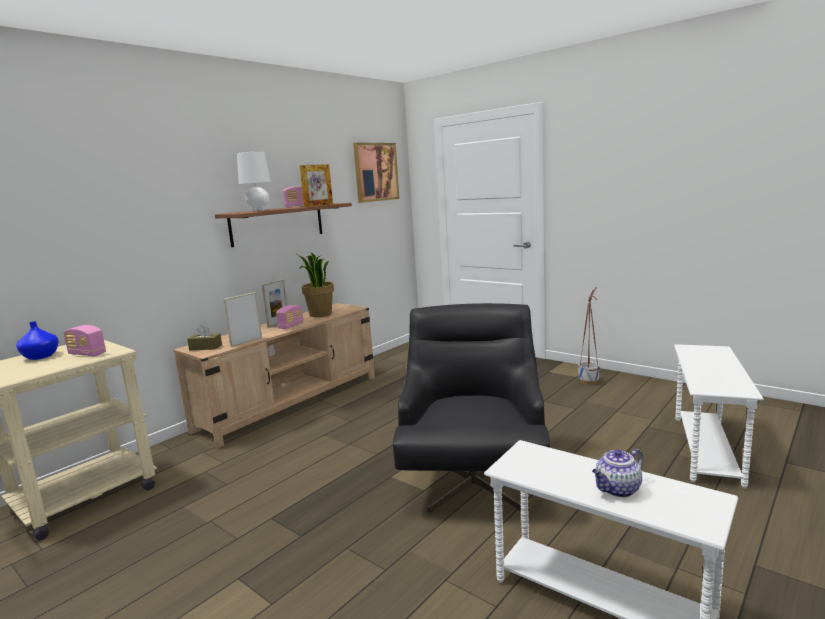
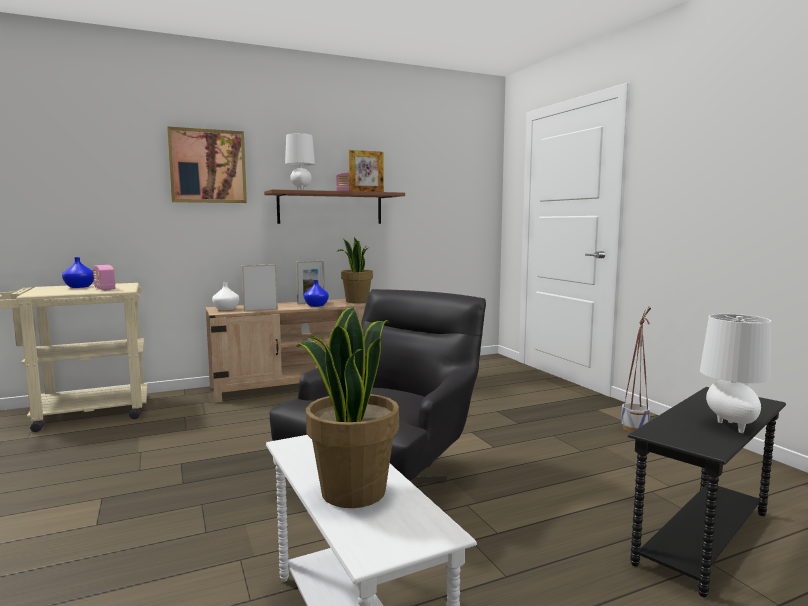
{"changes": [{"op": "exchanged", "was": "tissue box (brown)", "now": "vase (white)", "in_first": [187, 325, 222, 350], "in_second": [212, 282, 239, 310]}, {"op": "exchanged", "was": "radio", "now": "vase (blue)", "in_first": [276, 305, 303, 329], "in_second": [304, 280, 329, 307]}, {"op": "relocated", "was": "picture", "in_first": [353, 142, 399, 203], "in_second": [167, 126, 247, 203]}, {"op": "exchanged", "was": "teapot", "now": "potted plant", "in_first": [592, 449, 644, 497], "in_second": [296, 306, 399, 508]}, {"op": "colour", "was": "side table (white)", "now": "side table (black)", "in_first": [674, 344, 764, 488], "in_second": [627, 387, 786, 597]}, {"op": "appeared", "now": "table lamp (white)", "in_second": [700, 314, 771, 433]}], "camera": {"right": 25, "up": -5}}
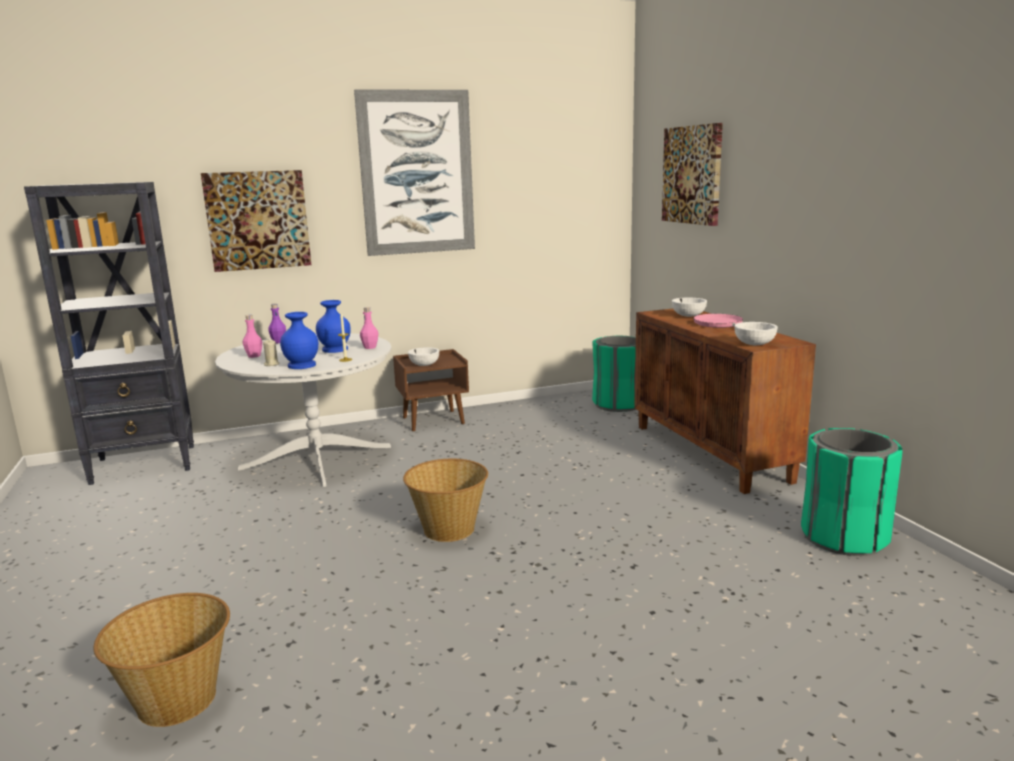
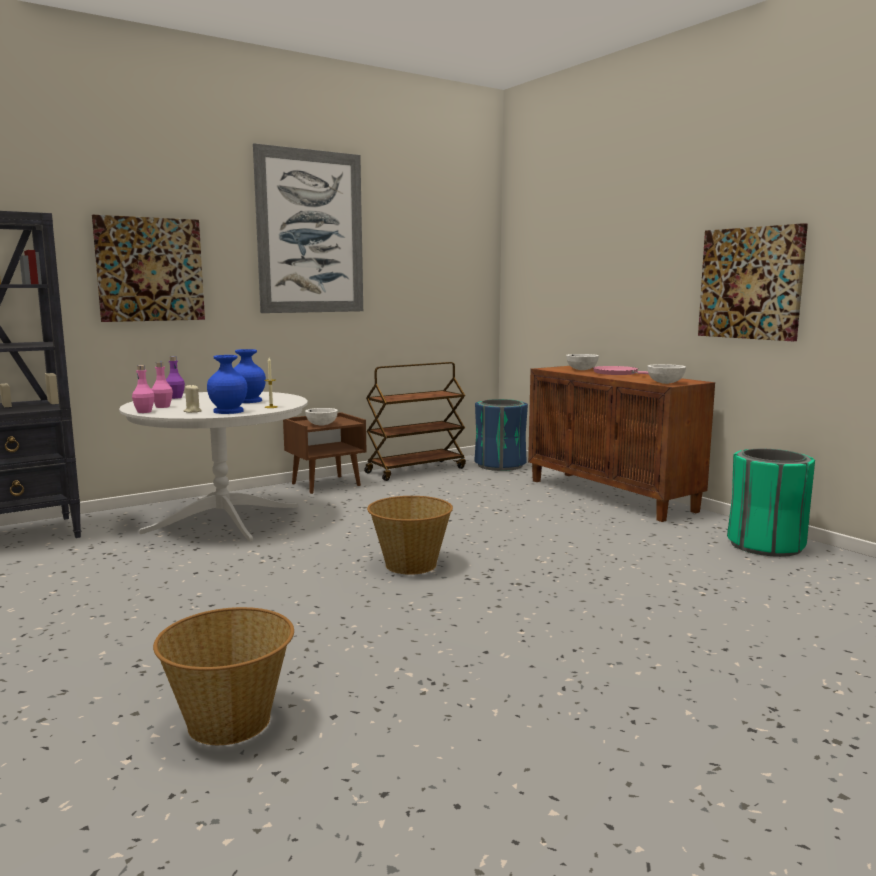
{"changes": [{"op": "relocated", "was": "bottle (pink)", "in_first": [360, 307, 378, 349], "in_second": [132, 365, 154, 413]}, {"op": "colour", "was": "trash can (green)", "now": "trash can (blue)", "in_first": [592, 336, 637, 412], "in_second": [474, 399, 528, 471]}, {"op": "relocated", "was": "picture", "in_first": [662, 123, 723, 226], "in_second": [698, 223, 808, 341]}, {"op": "appeared", "now": "cart (brown)", "in_second": [364, 362, 466, 481]}], "camera": {"right": -15, "up": -5}}
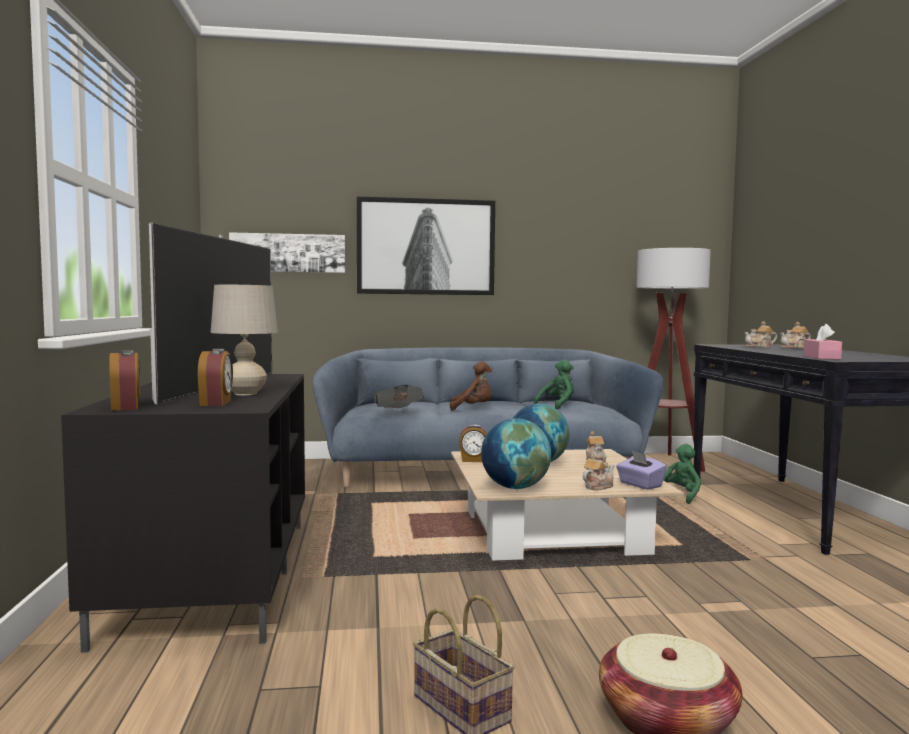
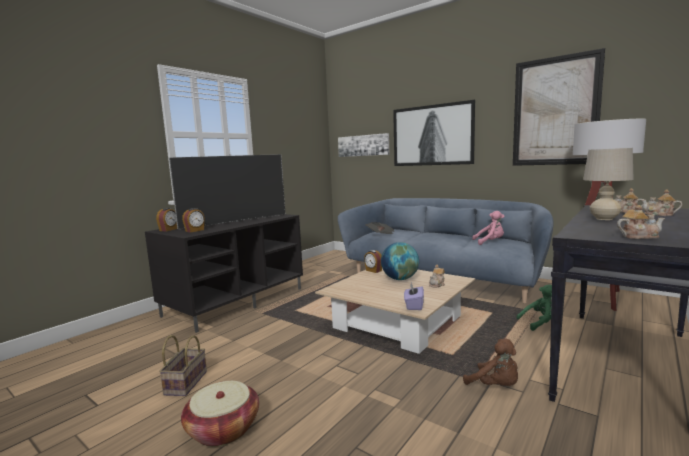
{"changes": [{"op": "relocated", "was": "table lamp (beige)", "in_first": [210, 285, 278, 395], "in_second": [583, 148, 634, 220]}, {"op": "relocated", "was": "plush toy (brown)", "in_first": [450, 361, 492, 411], "in_second": [463, 338, 518, 386]}, {"op": "missing", "was": "globe", "in_first": [481, 418, 551, 489]}, {"op": "colour", "was": "plush toy (green)", "now": "plush toy (pink)", "in_first": [534, 360, 574, 409], "in_second": [472, 211, 505, 245]}, {"op": "relocated", "was": "teapot", "in_first": [583, 454, 615, 490], "in_second": [617, 205, 665, 239]}, {"op": "missing", "was": "tissue box (pink)", "in_first": [804, 324, 842, 359]}, {"op": "appeared", "now": "picture", "in_second": [513, 48, 605, 166]}], "camera": {"right": 45, "up": 5}}
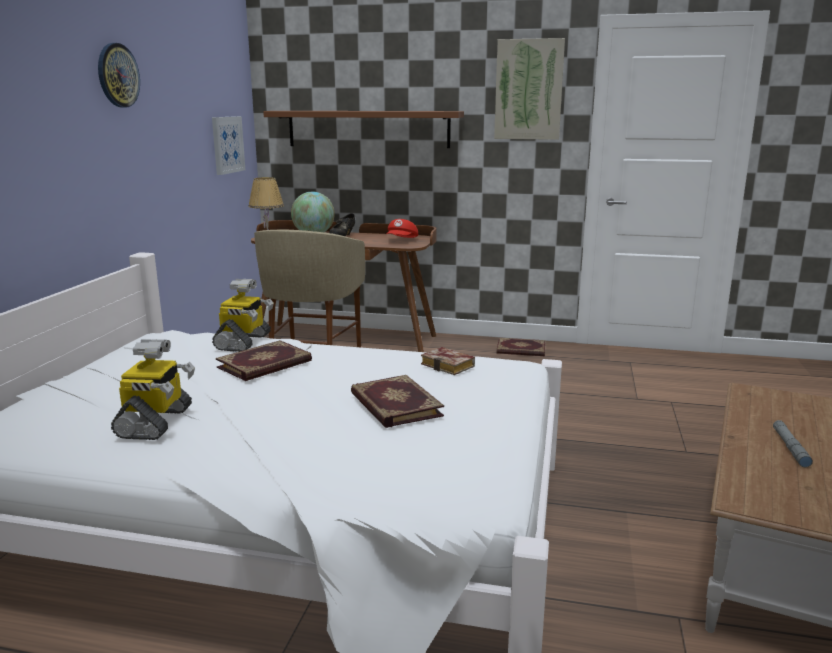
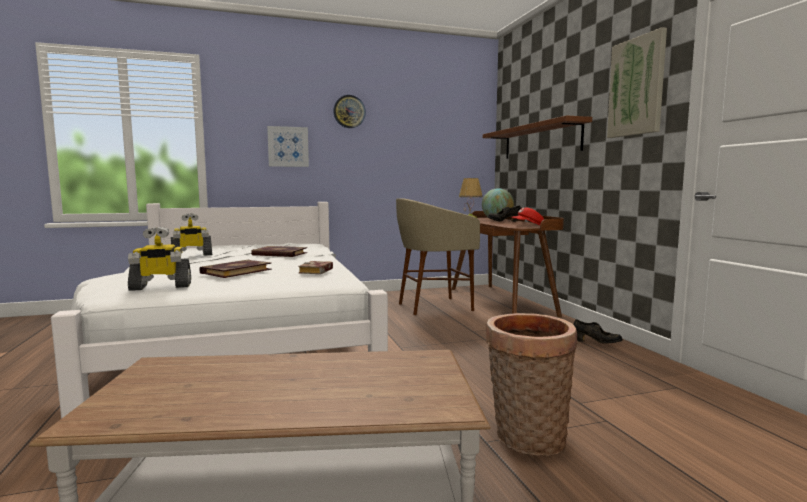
{"changes": [{"op": "relocated", "was": "picture", "in_first": [212, 116, 245, 175], "in_second": [267, 126, 309, 167]}, {"op": "relocated", "was": "toy robot", "in_first": [212, 279, 274, 352], "in_second": [128, 227, 191, 291]}, {"op": "exchanged", "was": "book", "now": "shoe (black)", "in_first": [497, 338, 545, 356], "in_second": [573, 319, 623, 344]}, {"op": "missing", "was": "flashlight (grey)", "in_first": [773, 420, 813, 467]}, {"op": "appeared", "now": "basket", "in_second": [486, 313, 577, 456]}], "camera": {"right": 60, "up": -10}}
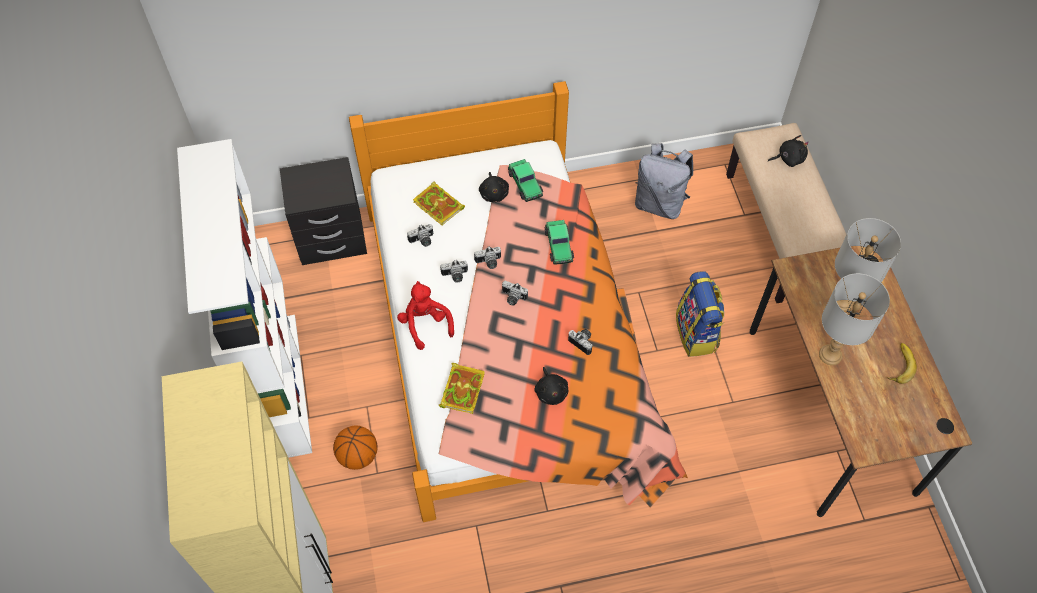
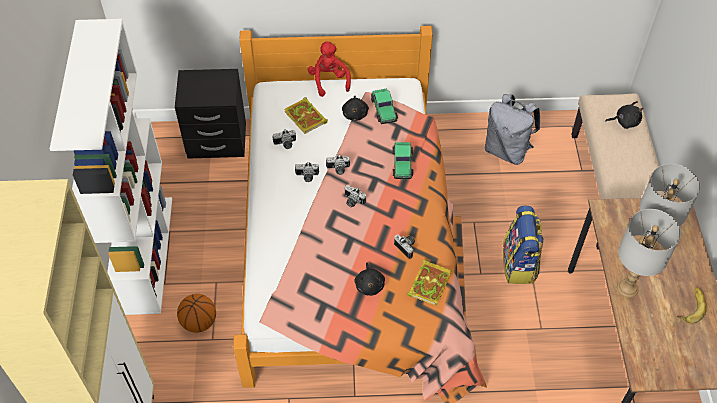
{"changes": [{"op": "relocated", "was": "plush toy (red)", "in_first": [397, 281, 454, 350], "in_second": [308, 42, 351, 97]}, {"op": "relocated", "was": "book", "in_first": [439, 363, 485, 414], "in_second": [407, 259, 452, 306]}], "camera": {"right": 10, "up": -5}}
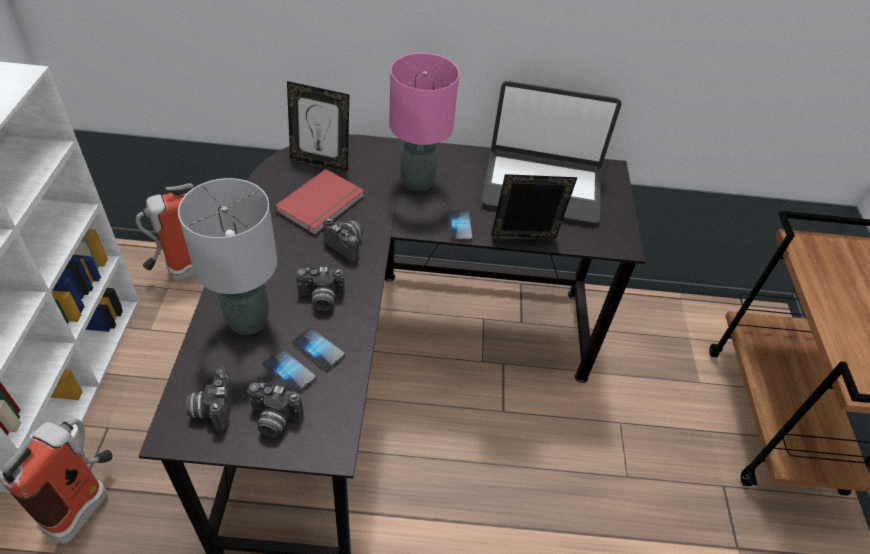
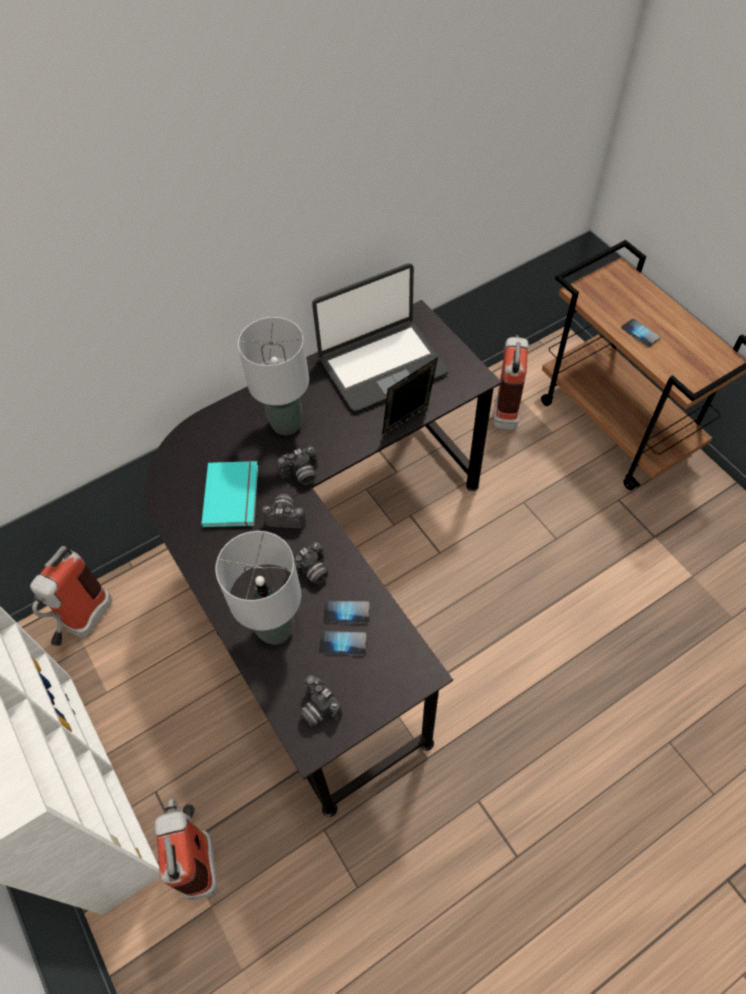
{"changes": [{"op": "relocated", "was": "photo camera", "in_first": [247, 383, 304, 437], "in_second": [277, 446, 318, 485]}, {"op": "colour", "was": "book (red)", "now": "book (turquoise)", "in_first": [275, 169, 364, 235], "in_second": [201, 461, 258, 527]}, {"op": "missing", "was": "picture frame", "in_first": [287, 81, 349, 171]}, {"op": "colour", "was": "table lamp (pink)", "now": "table lamp (grey)", "in_first": [389, 53, 459, 191], "in_second": [238, 317, 309, 435]}, {"op": "relocated", "was": "phone", "in_first": [448, 210, 472, 240], "in_second": [621, 319, 660, 347]}, {"op": "appeared", "now": "fire extinguisher", "in_second": [494, 335, 529, 430]}], "camera": {"right": -30, "up": 10}}
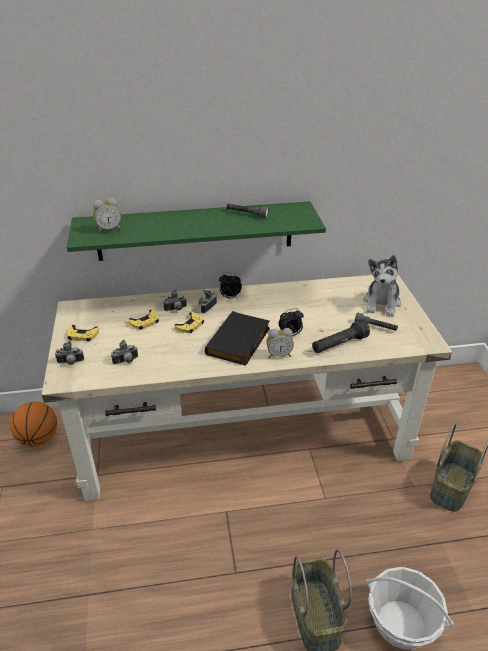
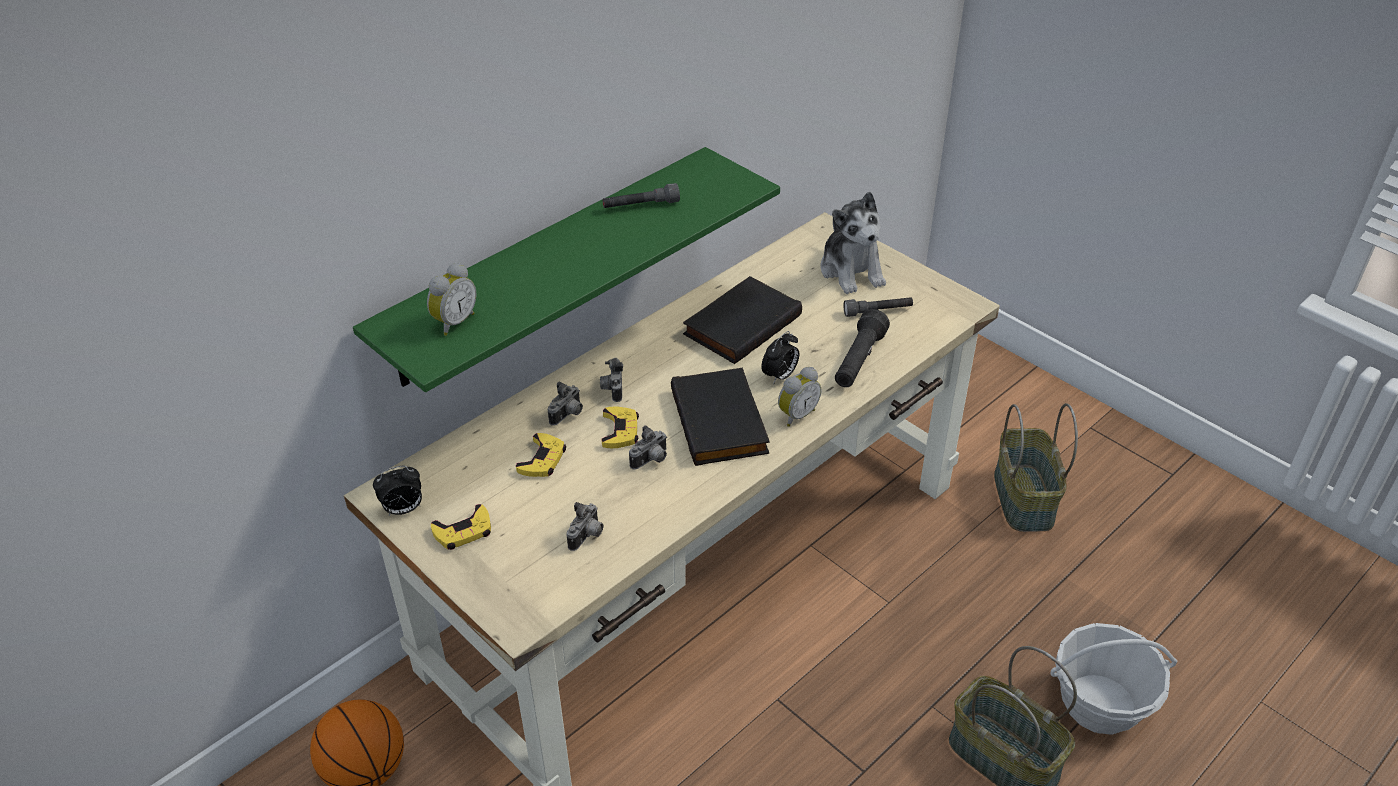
{"changes": [{"op": "relocated", "was": "photo camera", "in_first": [55, 341, 84, 365], "in_second": [629, 425, 667, 470]}, {"op": "relocated", "was": "alarm clock", "in_first": [219, 272, 242, 299], "in_second": [373, 466, 422, 515]}, {"op": "appeared", "now": "book (black)", "in_second": [683, 276, 802, 364]}], "camera": {"right": -35, "up": 5}}
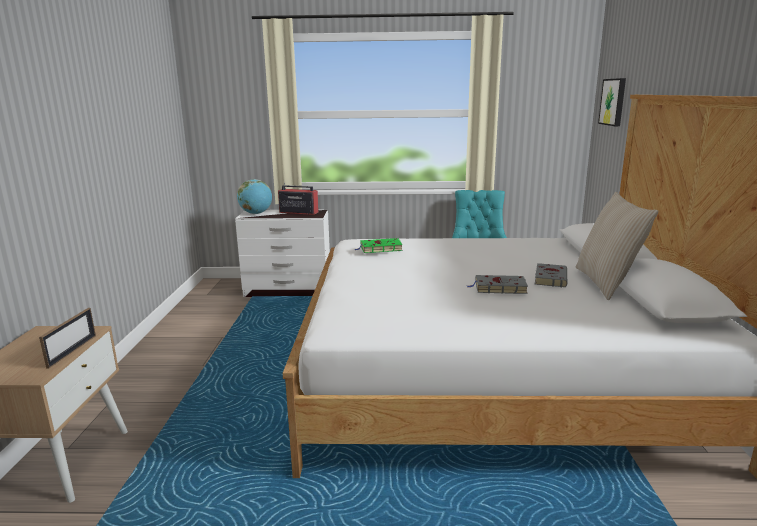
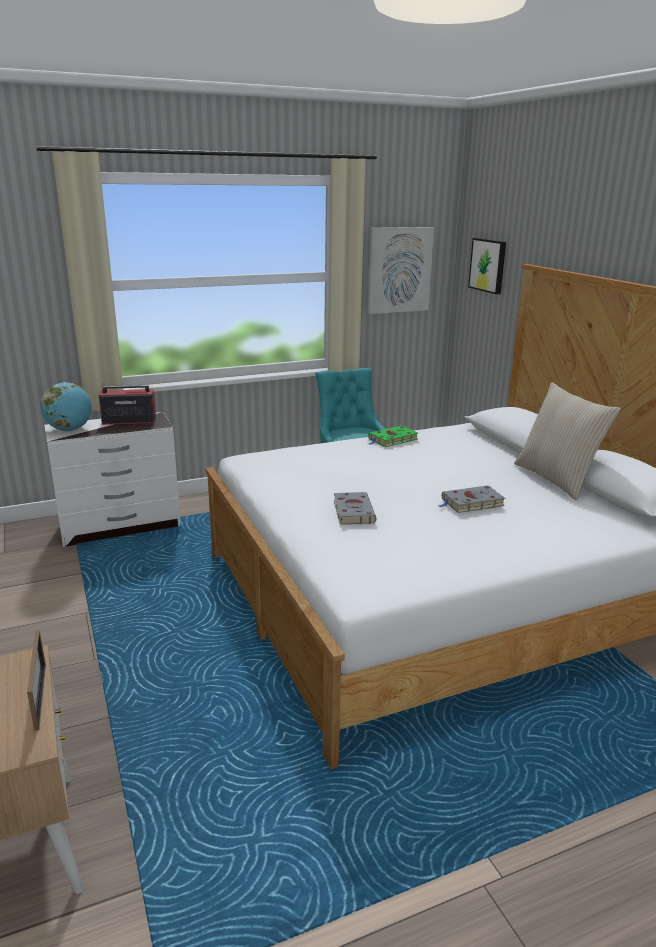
{"changes": [{"op": "relocated", "was": "book (green)", "in_first": [355, 238, 403, 253], "in_second": [368, 426, 418, 447]}, {"op": "relocated", "was": "book (grey)", "in_first": [535, 263, 567, 287], "in_second": [334, 492, 376, 525]}, {"op": "appeared", "now": "picture", "in_second": [367, 227, 434, 314]}], "camera": {"right": -25, "up": 5}}
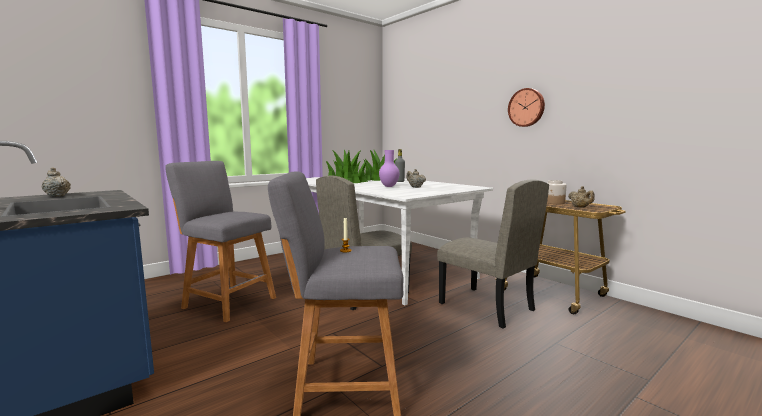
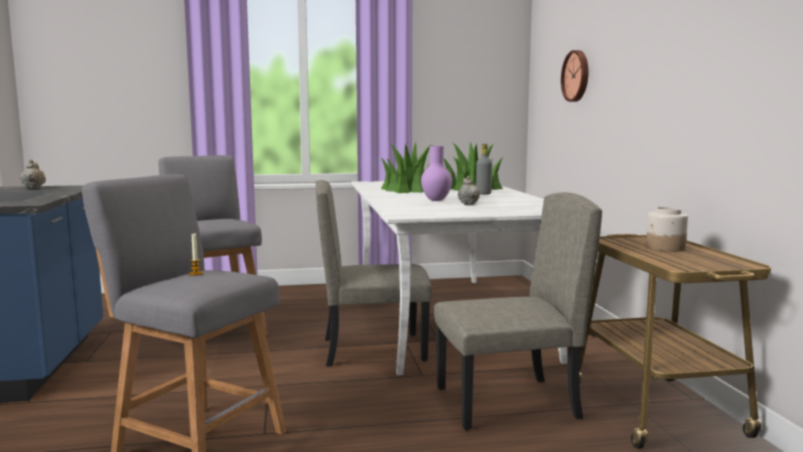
{"changes": [{"op": "spun", "was": "chair (beige)", "in_first": [437, 180, 549, 329], "in_second": [434, 192, 602, 430], "clockwise": -90}, {"op": "relocated", "was": "wall clock", "in_first": [508, 88, 545, 127], "in_second": [561, 50, 589, 102]}, {"op": "missing", "was": "teapot (beige)", "in_first": [568, 186, 595, 208]}], "camera": {"right": 30, "up": 0}}
